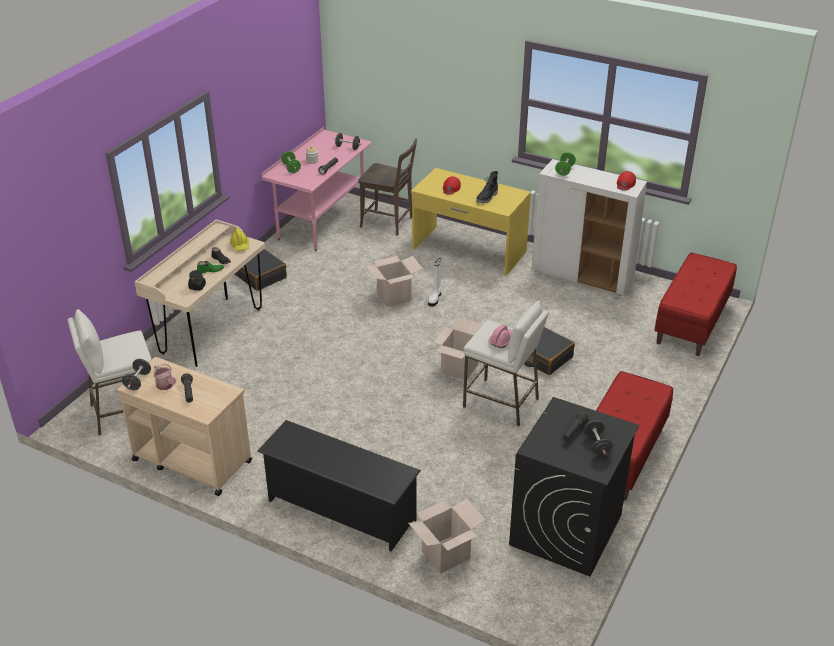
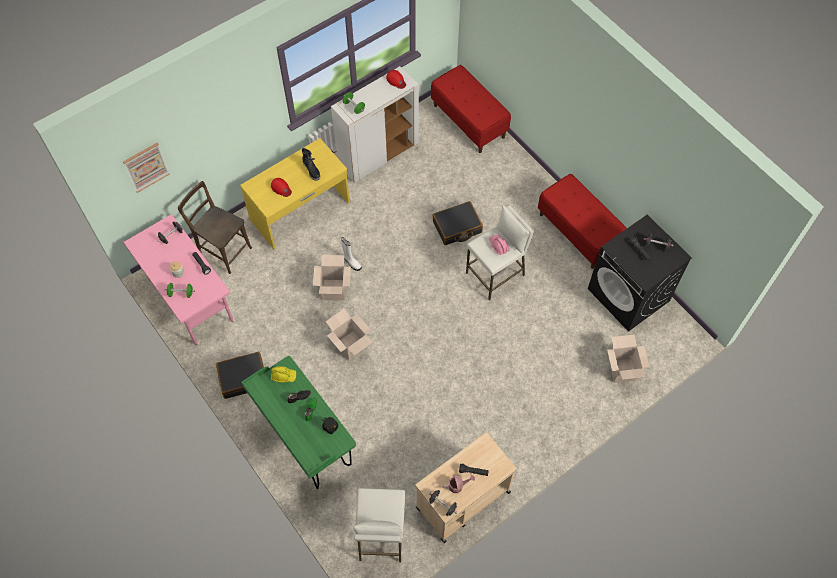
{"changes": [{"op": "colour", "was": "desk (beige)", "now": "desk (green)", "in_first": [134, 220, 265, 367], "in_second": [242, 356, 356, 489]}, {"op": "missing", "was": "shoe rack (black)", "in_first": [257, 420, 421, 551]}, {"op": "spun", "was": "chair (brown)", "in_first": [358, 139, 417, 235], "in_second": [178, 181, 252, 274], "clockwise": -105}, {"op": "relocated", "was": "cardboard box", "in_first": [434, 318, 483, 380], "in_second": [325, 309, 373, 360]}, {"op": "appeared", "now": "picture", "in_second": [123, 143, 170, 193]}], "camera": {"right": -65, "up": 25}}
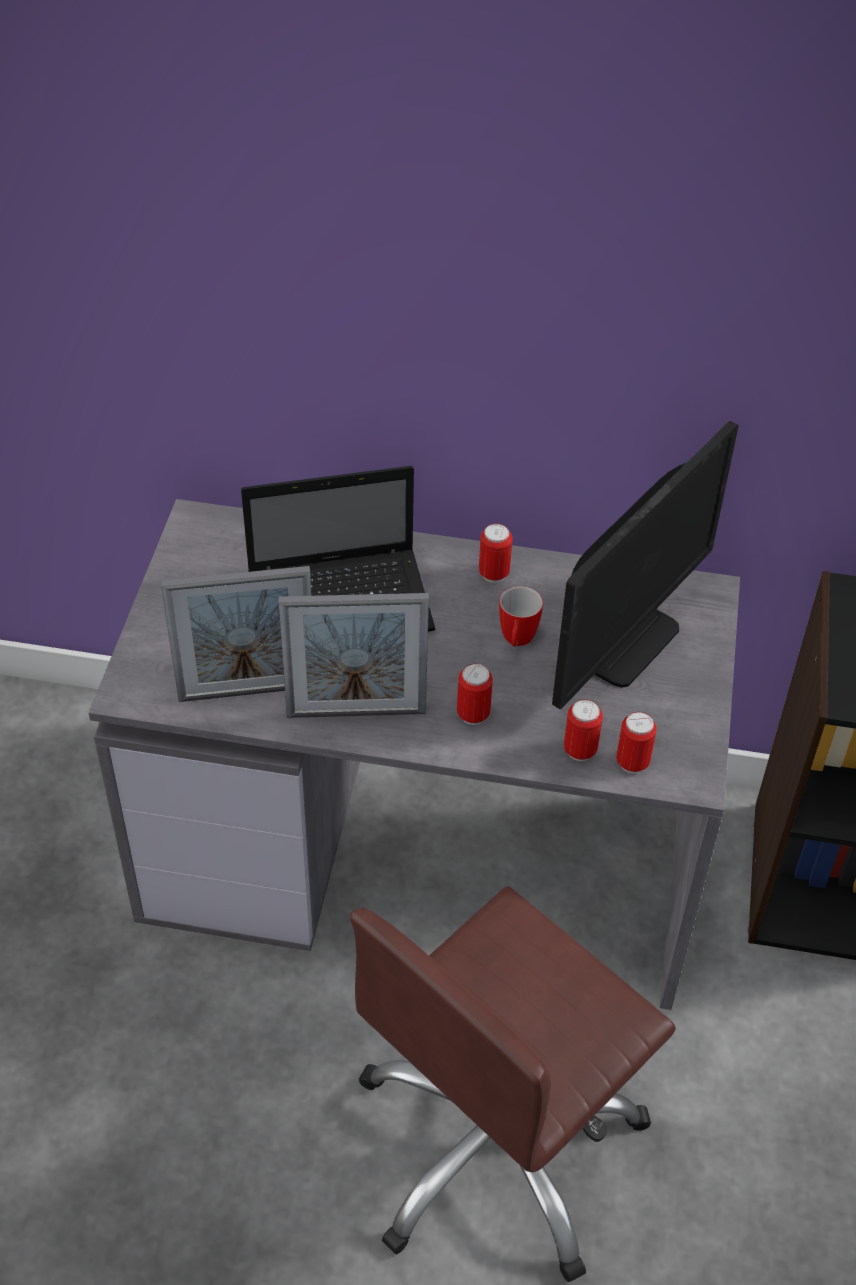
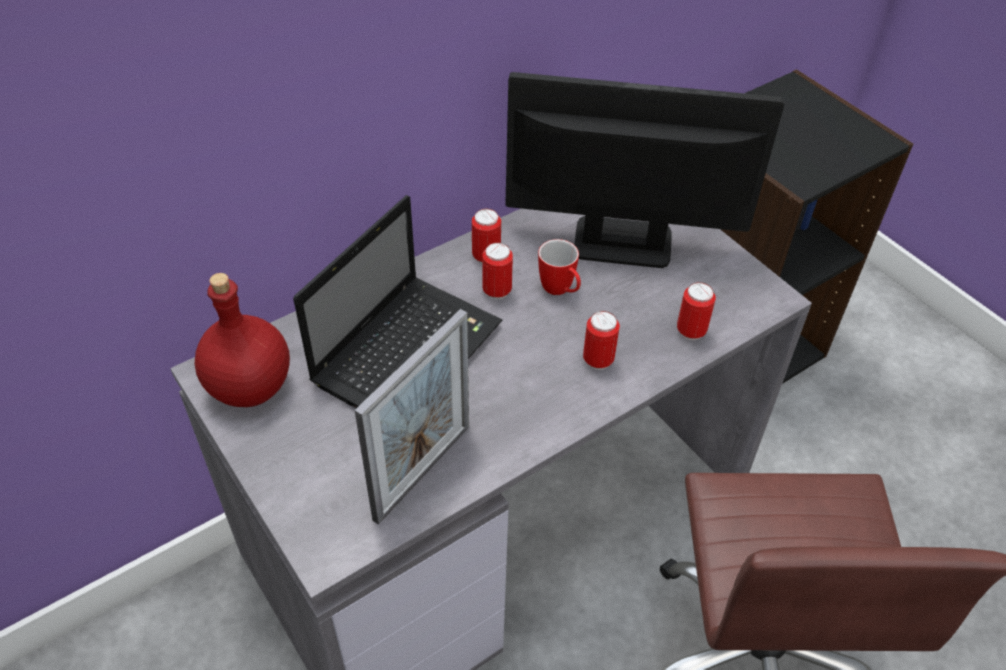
{"changes": [{"op": "missing", "was": "picture frame", "in_first": [278, 593, 429, 718]}, {"op": "spun", "was": "monitor", "in_first": [552, 421, 738, 709], "in_second": [505, 72, 784, 268], "clockwise": -75}, {"op": "relocated", "was": "can", "in_first": [616, 712, 657, 773], "in_second": [482, 242, 513, 300]}, {"op": "appeared", "now": "bottle (red)", "in_second": [195, 273, 290, 407]}], "camera": {"right": -45, "up": 0}}
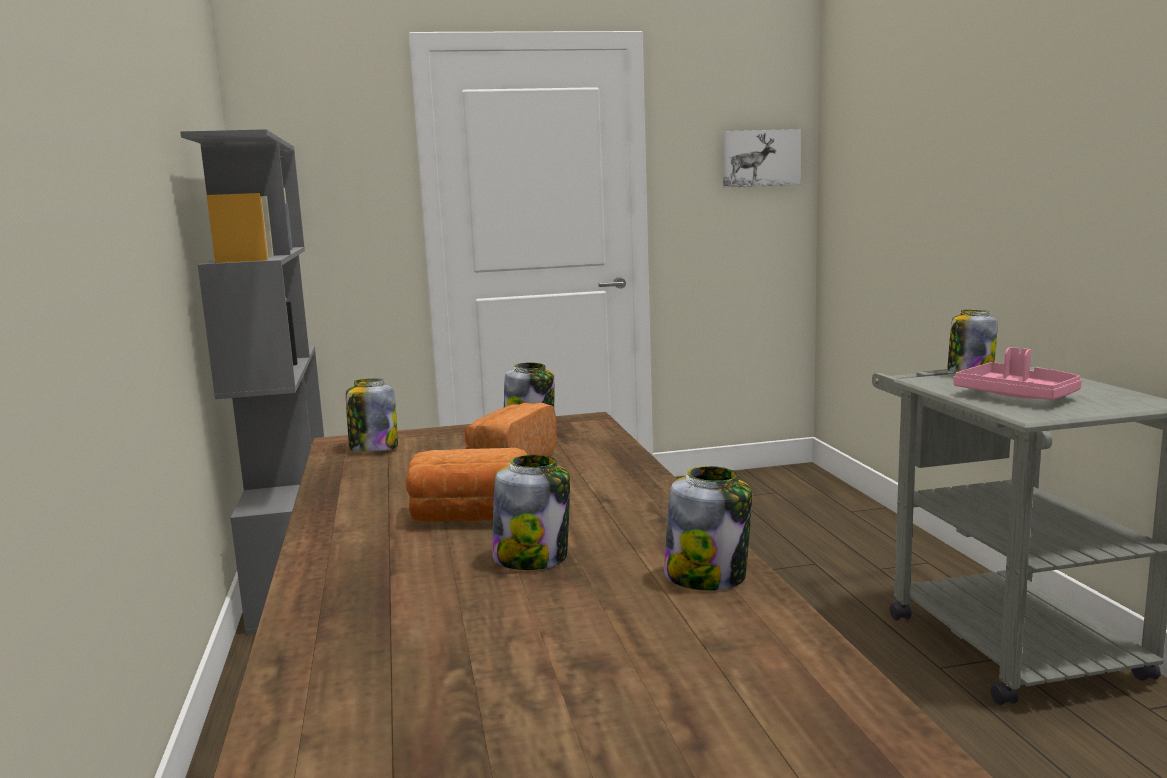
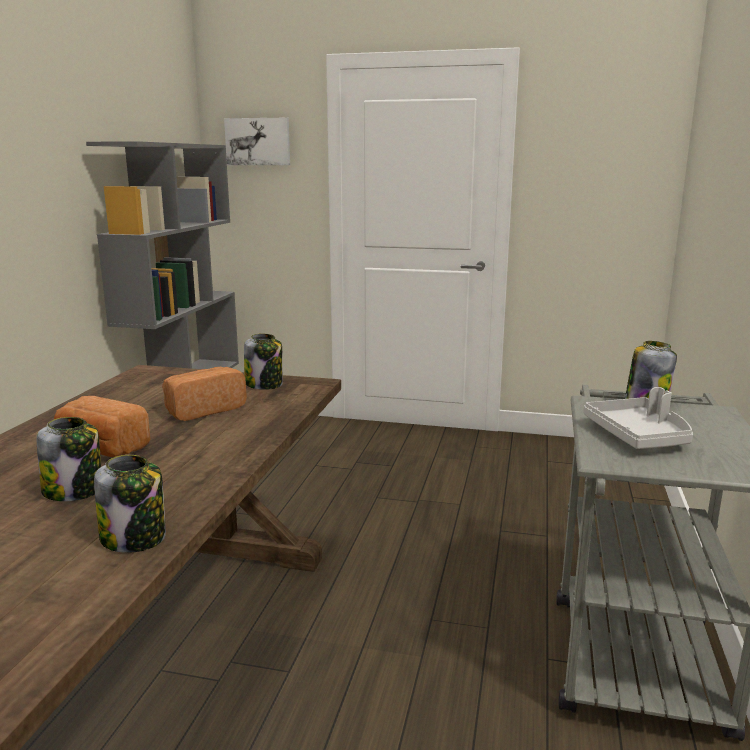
{"changes": [{"op": "missing", "was": "jar", "in_first": [346, 379, 398, 452]}, {"op": "relocated", "was": "picture", "in_first": [723, 129, 801, 188], "in_second": [224, 118, 290, 165]}, {"op": "colour", "was": "tray (pink)", "now": "tray (grey)", "in_first": [954, 347, 1082, 400], "in_second": [583, 387, 693, 449]}], "camera": {"right": 25, "up": 5}}
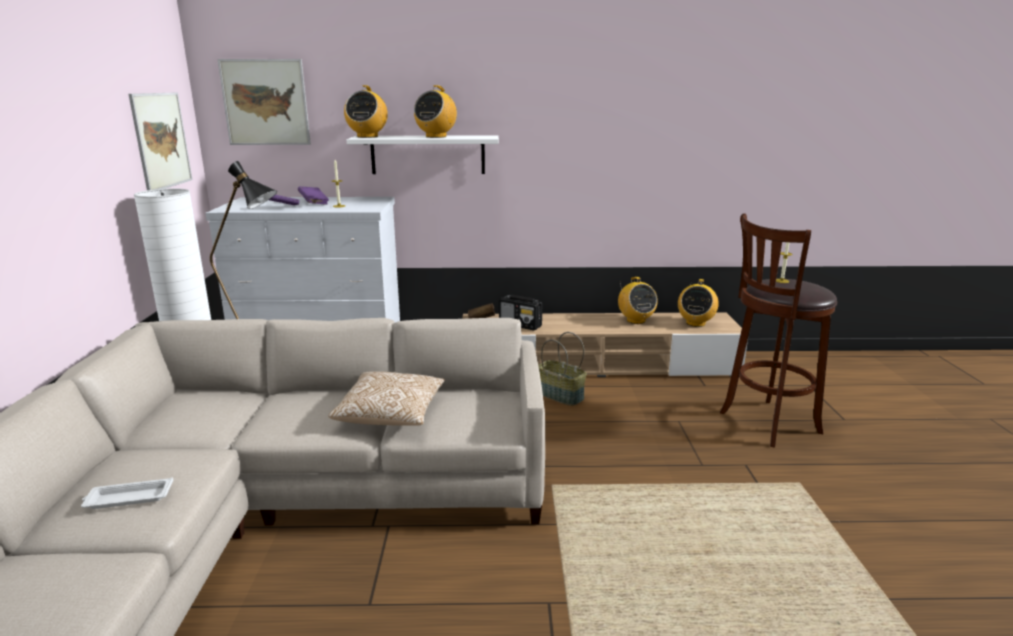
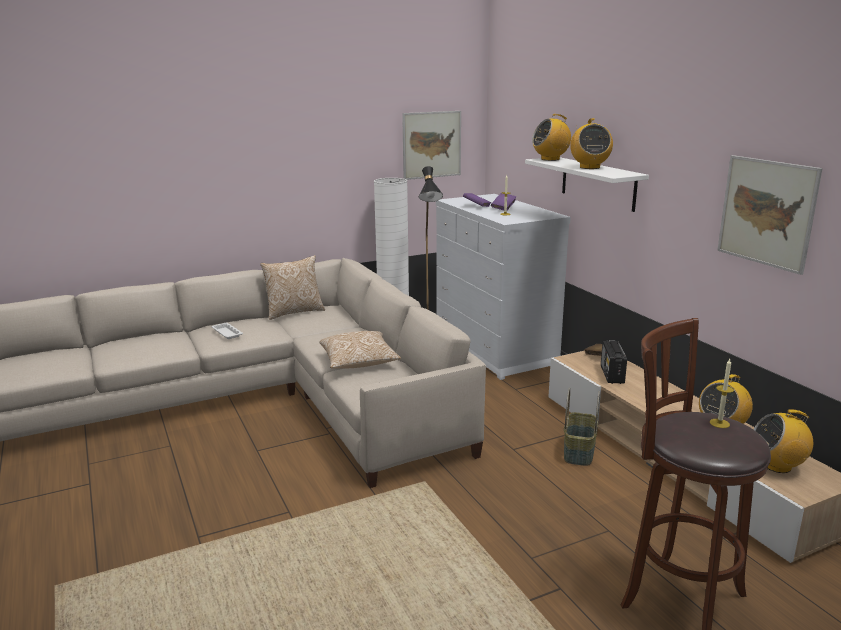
{"changes": [{"op": "relocated", "was": "picture", "in_first": [218, 59, 311, 145], "in_second": [717, 155, 823, 275]}, {"op": "spun", "was": "radio", "in_first": [414, 85, 457, 138], "in_second": [570, 118, 613, 169], "clockwise": -90}, {"op": "appeared", "now": "pillow", "in_second": [260, 255, 325, 320]}], "camera": {"right": 65, "up": 0}}
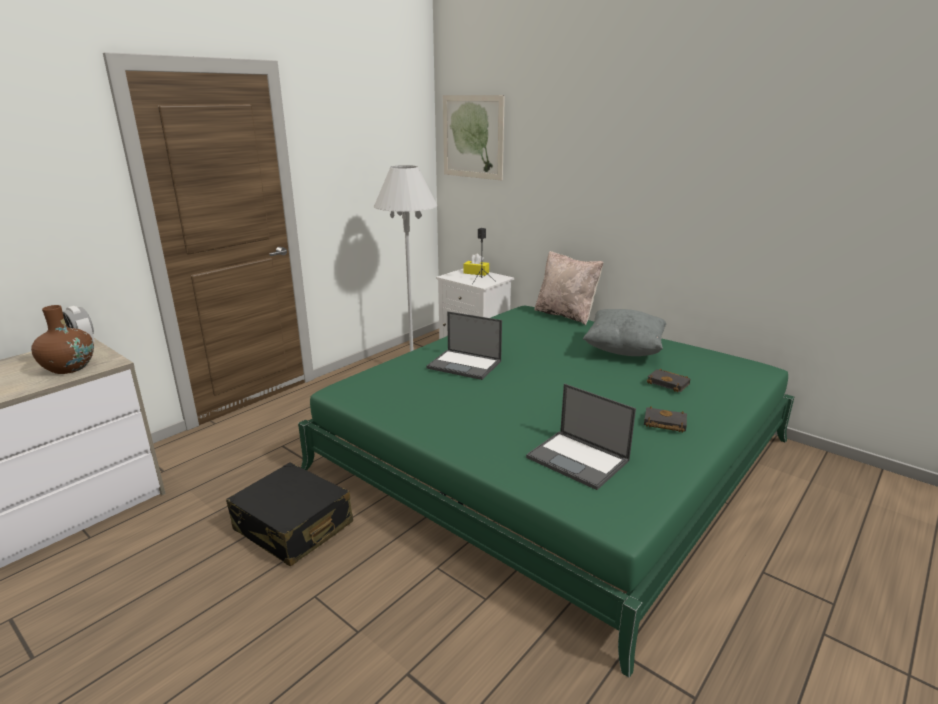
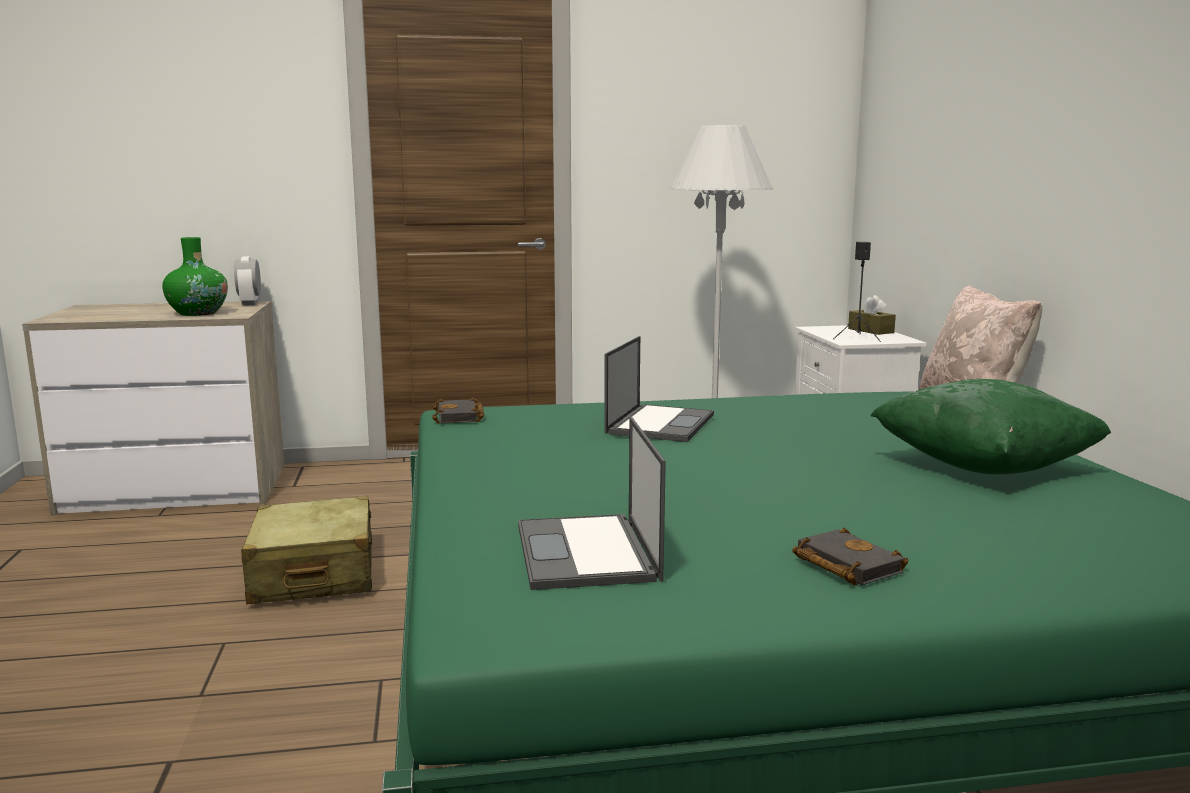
{"changes": [{"op": "colour", "was": "vase (brown)", "now": "vase (green)", "in_first": [31, 305, 94, 374], "in_second": [162, 237, 228, 316]}, {"op": "colour", "was": "suitcase (black)", "now": "suitcase (beige)", "in_first": [226, 462, 353, 567], "in_second": [241, 496, 372, 604]}, {"op": "spun", "was": "laptop", "in_first": [427, 311, 502, 380], "in_second": [604, 336, 714, 442], "clockwise": -135}, {"op": "missing", "was": "picture", "in_first": [443, 95, 505, 181]}, {"op": "colour", "was": "tissue box (yellow)", "now": "tissue box (brown)", "in_first": [464, 253, 489, 276], "in_second": [848, 295, 896, 335]}, {"op": "colour", "was": "pillow (grey)", "now": "pillow (green)", "in_first": [583, 309, 666, 356], "in_second": [870, 379, 1111, 474]}, {"op": "relocated", "was": "book (black)", "in_first": [647, 368, 690, 392], "in_second": [432, 397, 484, 424]}], "camera": {"right": 40, "up": -10}}
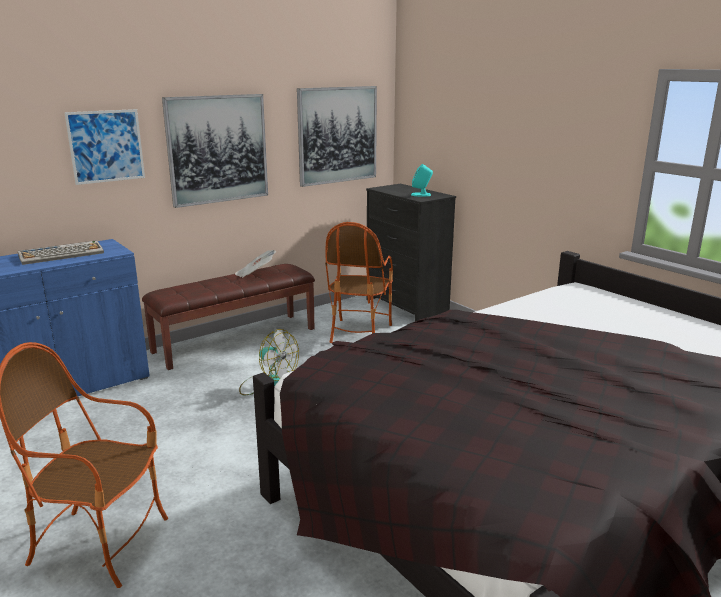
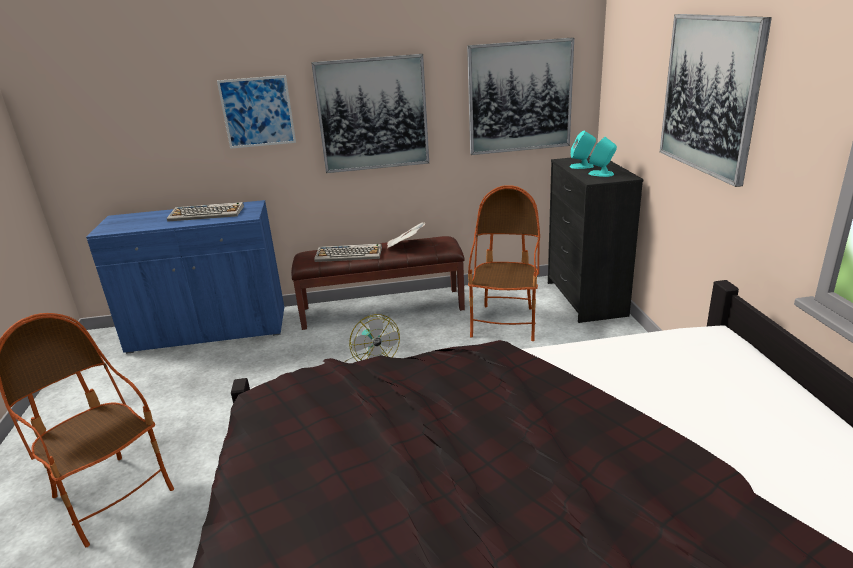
{"changes": [{"op": "spun", "was": "armchair", "in_first": [325, 222, 393, 343], "in_second": [468, 185, 540, 341], "clockwise": 150}, {"op": "appeared", "now": "keyboard", "in_second": [314, 243, 382, 262]}, {"op": "appeared", "now": "speaker (turquoise)", "in_second": [570, 131, 596, 169]}, {"op": "appeared", "now": "picture", "in_second": [660, 14, 772, 187]}], "camera": {"right": 30, "up": 5}}
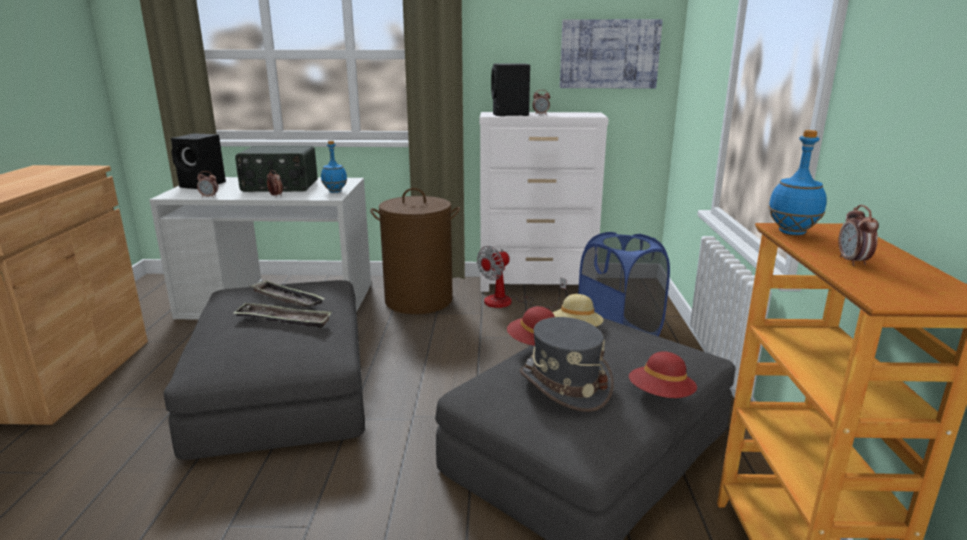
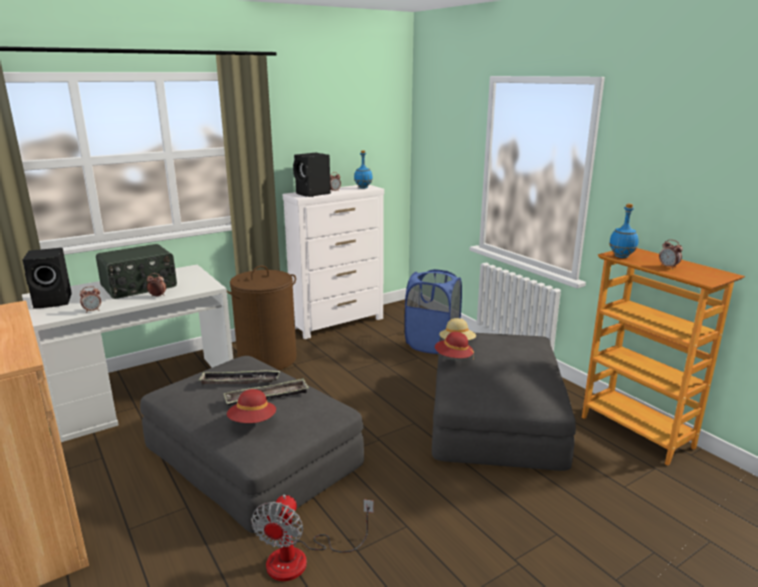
{"changes": [{"op": "relocated", "was": "bottle (blue)", "in_first": [321, 141, 347, 193], "in_second": [354, 150, 373, 189]}, {"op": "relocated", "was": "fan", "in_first": [477, 246, 567, 308], "in_second": [251, 495, 374, 581]}, {"op": "missing", "was": "hat (grey)", "in_first": [520, 317, 614, 412]}, {"op": "missing", "was": "picture", "in_first": [560, 19, 663, 88]}, {"op": "relocated", "was": "hat (red)", "in_first": [629, 351, 697, 398], "in_second": [227, 389, 276, 423]}], "camera": {"right": -35, "up": 0}}
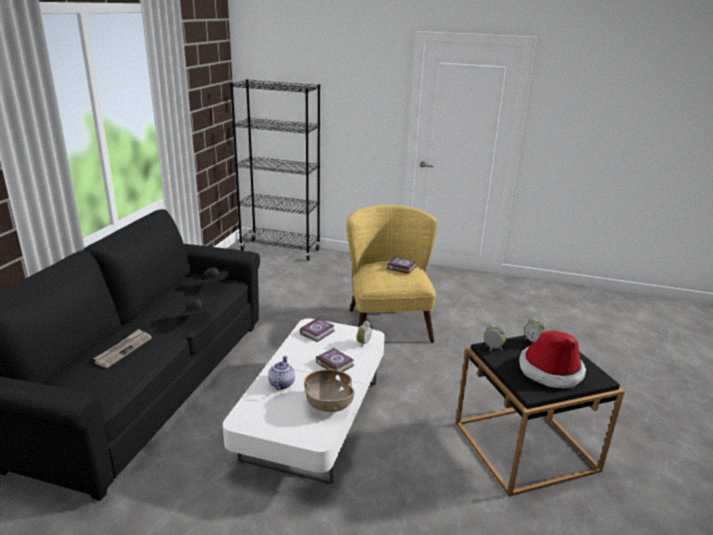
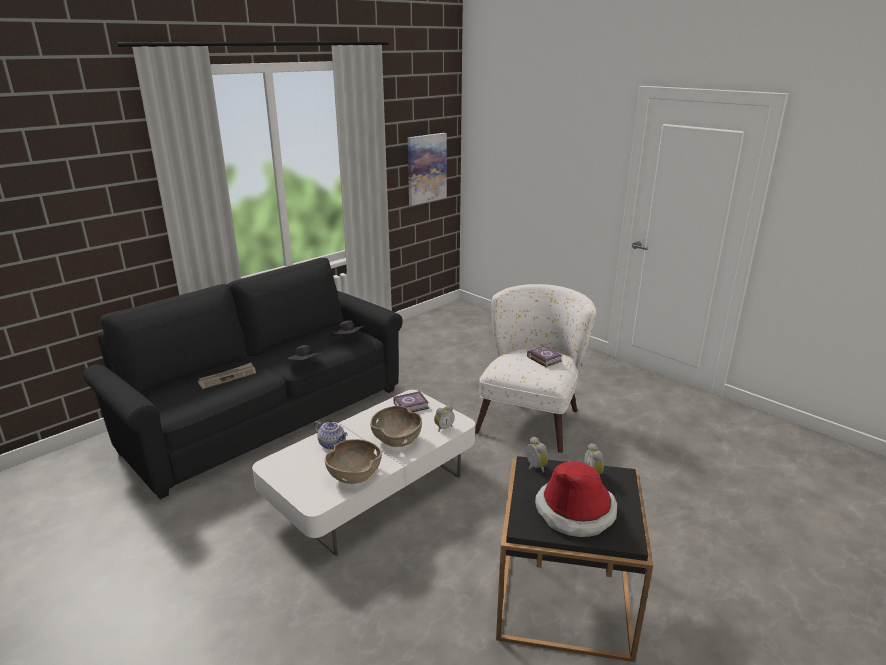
{"changes": [{"op": "missing", "was": "bookcase (black)", "in_first": [230, 79, 320, 261]}, {"op": "spun", "was": "teapot", "in_first": [268, 356, 295, 390], "in_second": [314, 421, 348, 449], "clockwise": 90}, {"op": "exchanged", "was": "book", "now": "bowl (brown)", "in_first": [316, 348, 354, 376], "in_second": [370, 406, 422, 447]}, {"op": "colour", "was": "armchair (yellow)", "now": "armchair (white)", "in_first": [346, 205, 438, 343], "in_second": [475, 284, 596, 453]}, {"op": "appeared", "now": "picture", "in_second": [408, 133, 447, 206]}], "camera": {"right": 30, "up": 0}}
